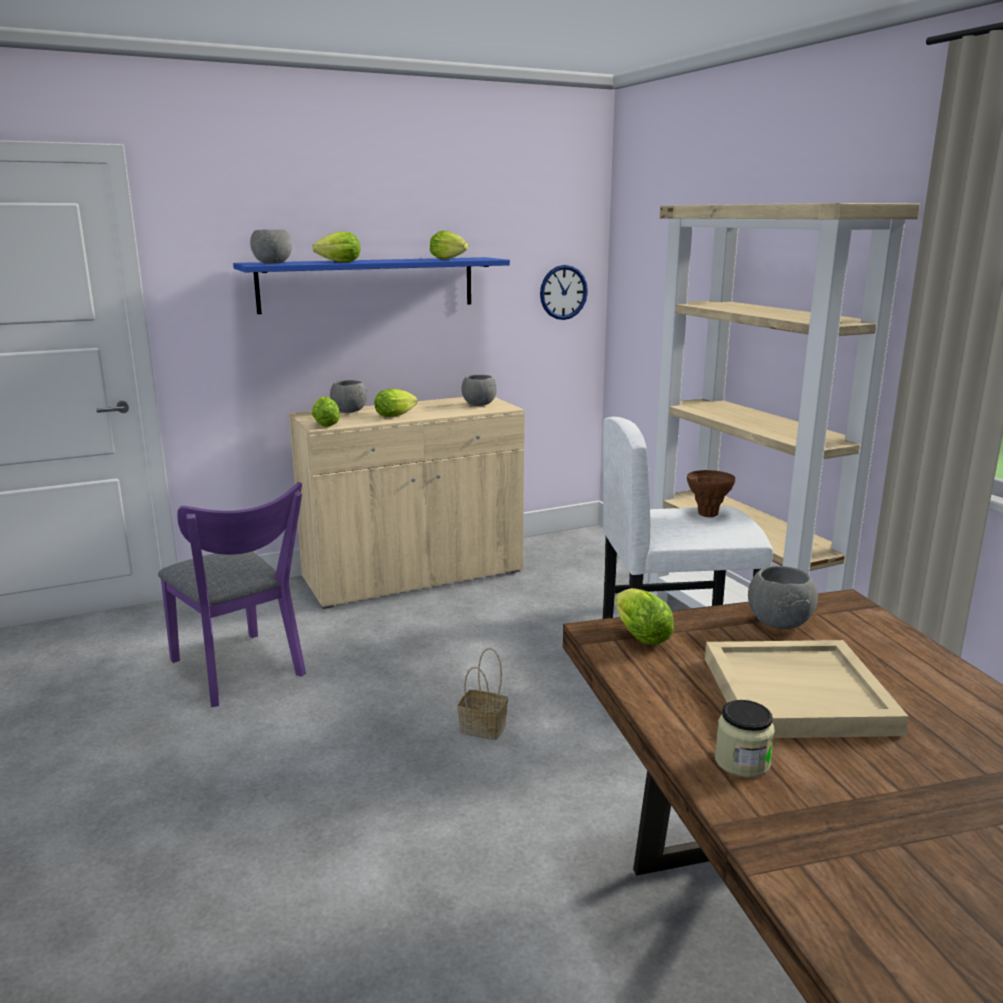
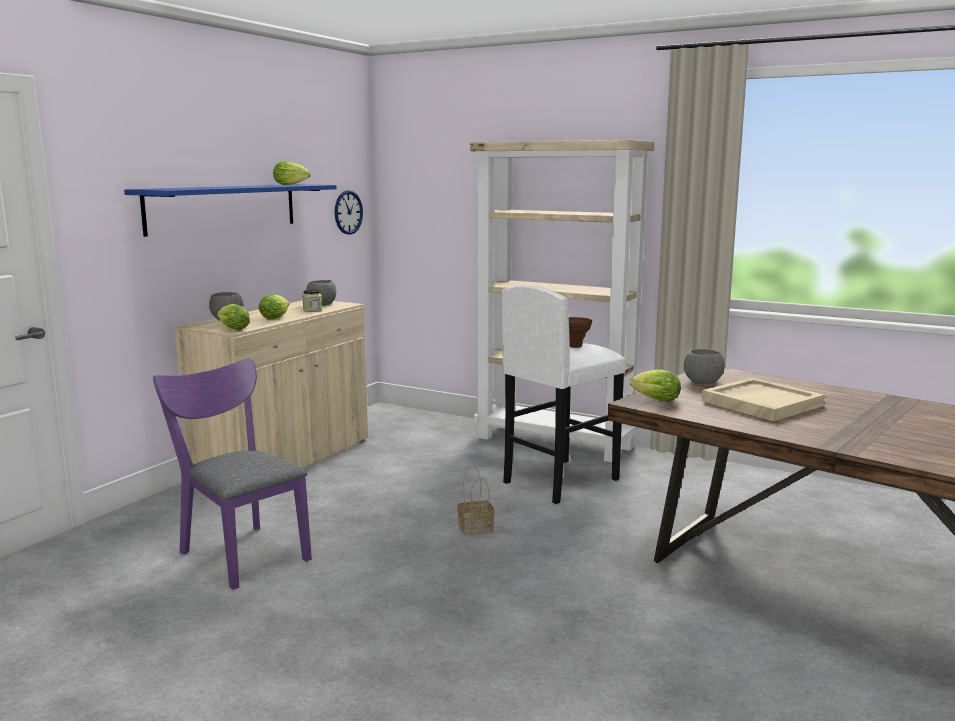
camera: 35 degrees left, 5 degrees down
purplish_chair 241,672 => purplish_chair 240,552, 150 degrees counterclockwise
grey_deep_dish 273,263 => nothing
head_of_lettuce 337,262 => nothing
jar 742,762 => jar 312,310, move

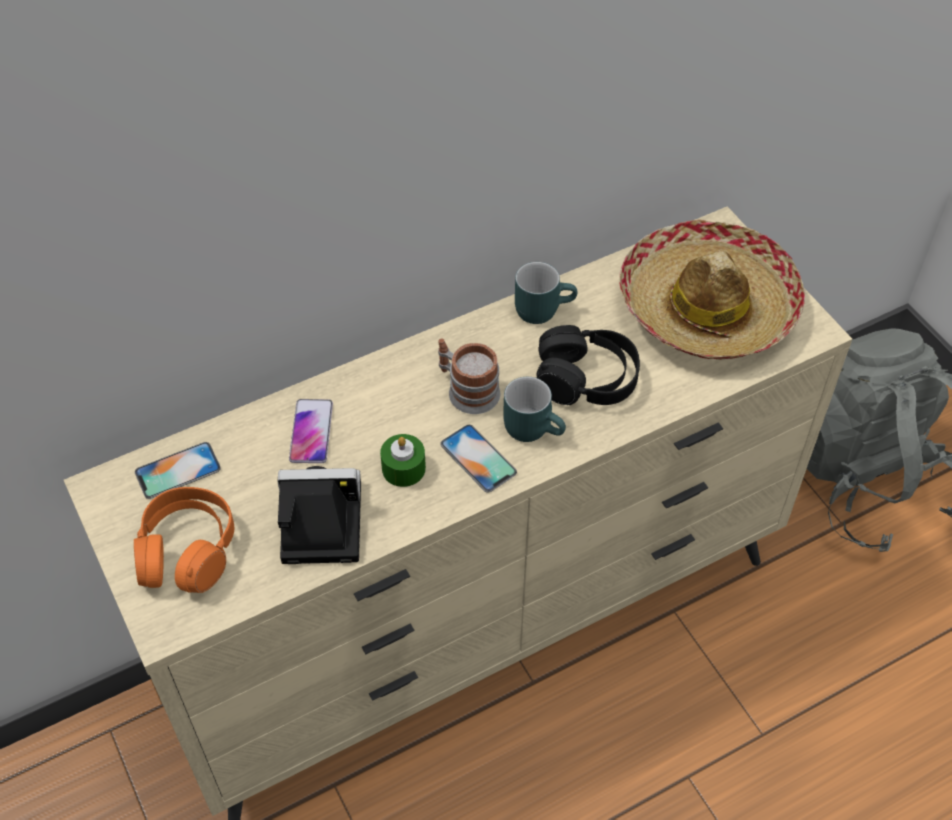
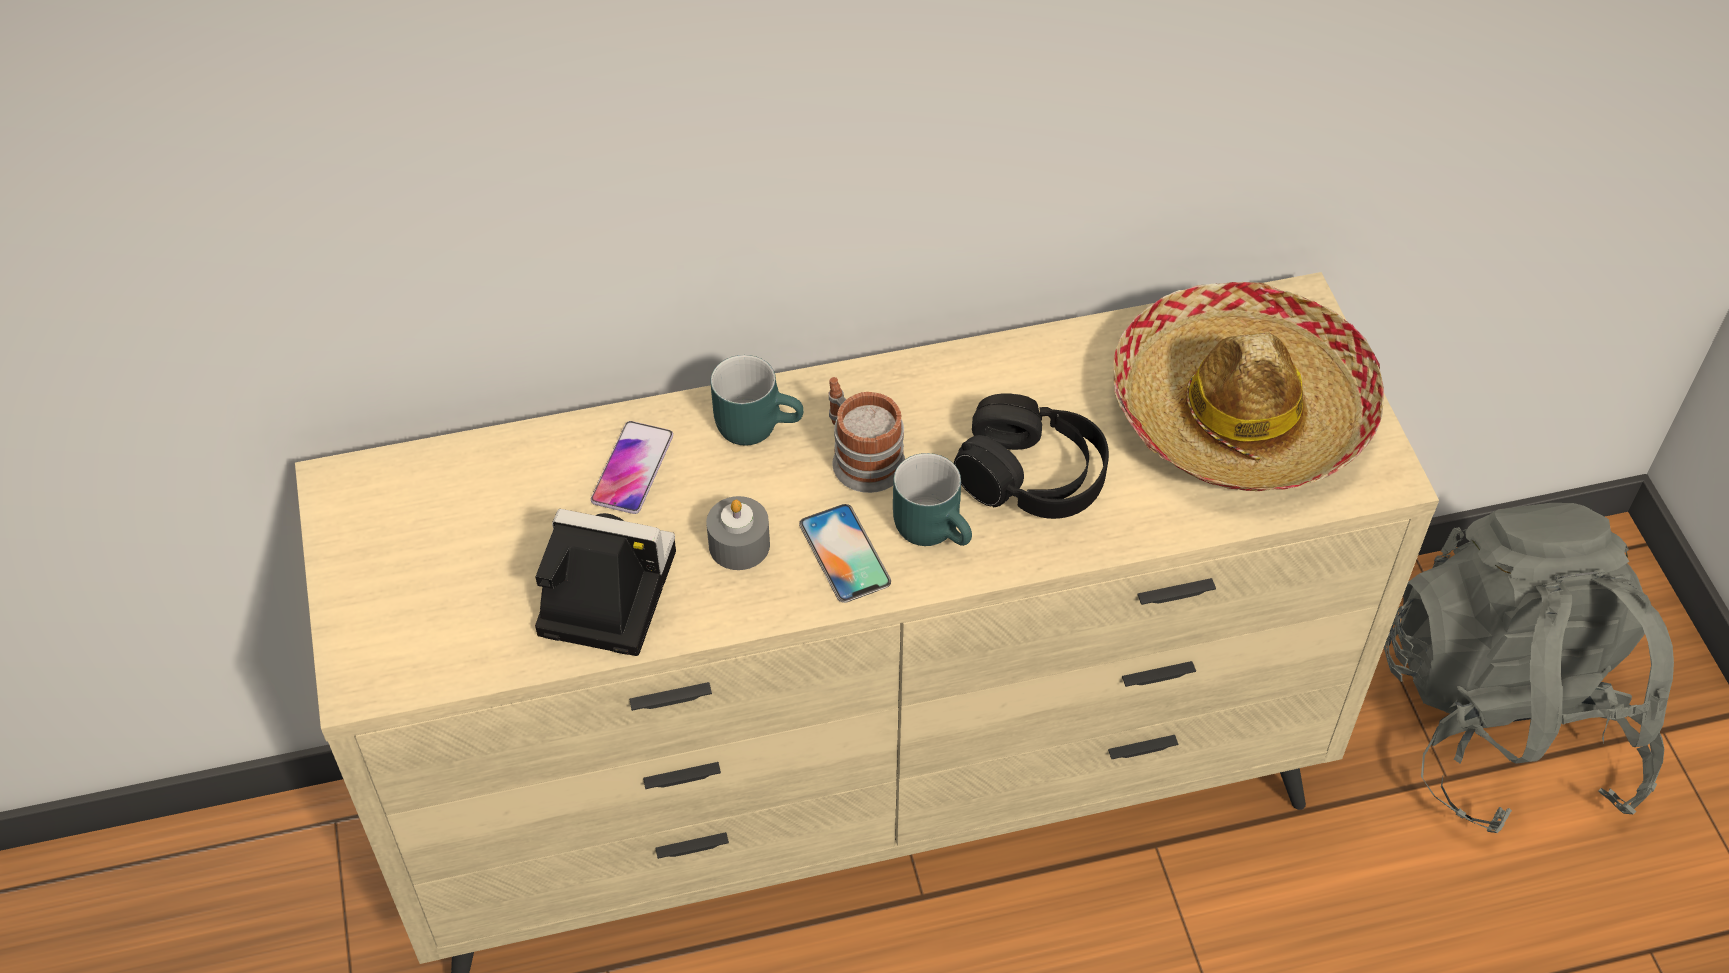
camera: 15 degrees right, 0 degrees up
orange_headset 187,551 => nothing
handset 178,470 => nothing
green_wax_light 403,468 => grey_wax_light 739,545
blue-green_tea_mug 542,307 => blue-green_tea_mug 758,423, move

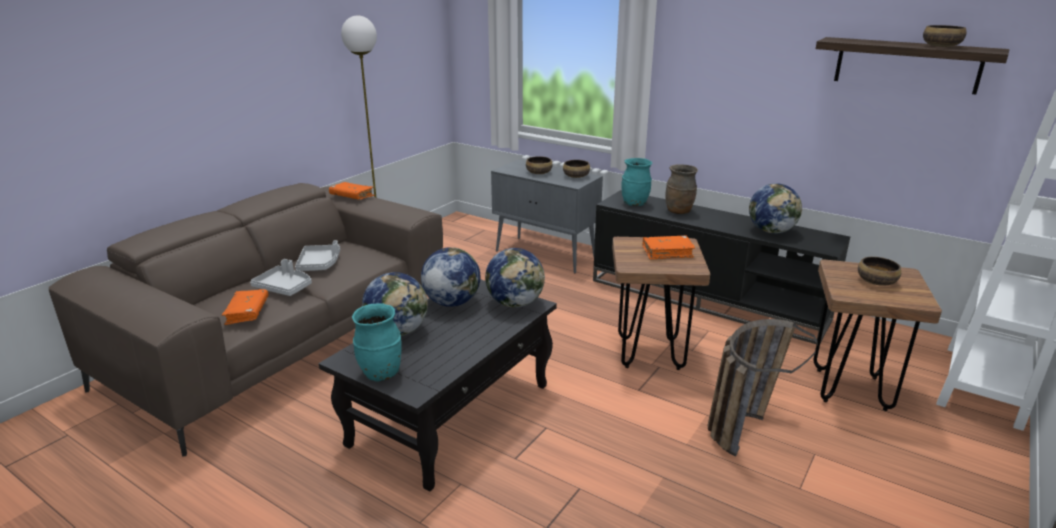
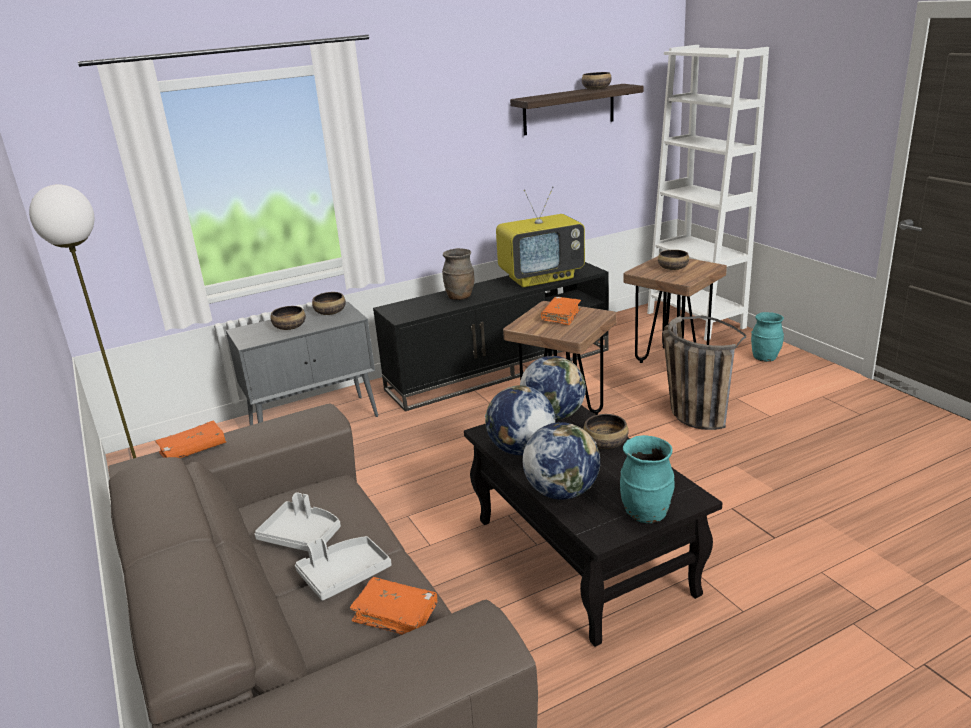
camera: 60 degrees left, 0 degrees up
blue-green_vase 635,204 => blue-green_vase 765,358, move
globe 771,231 => TV 541,277
nothing => deep_dish 606,443

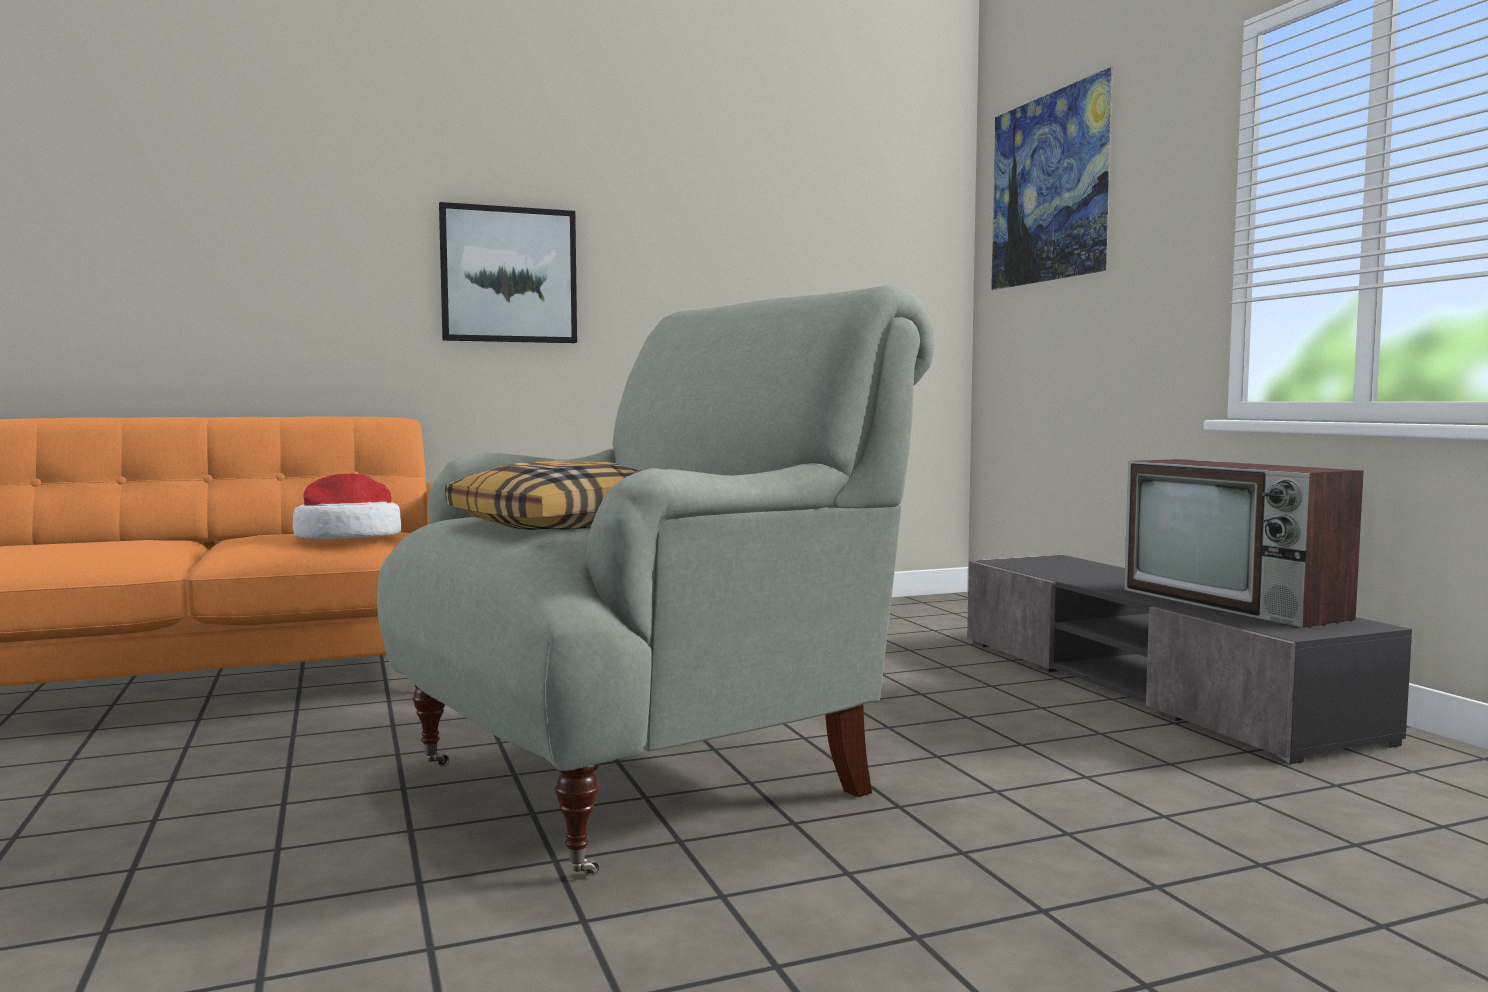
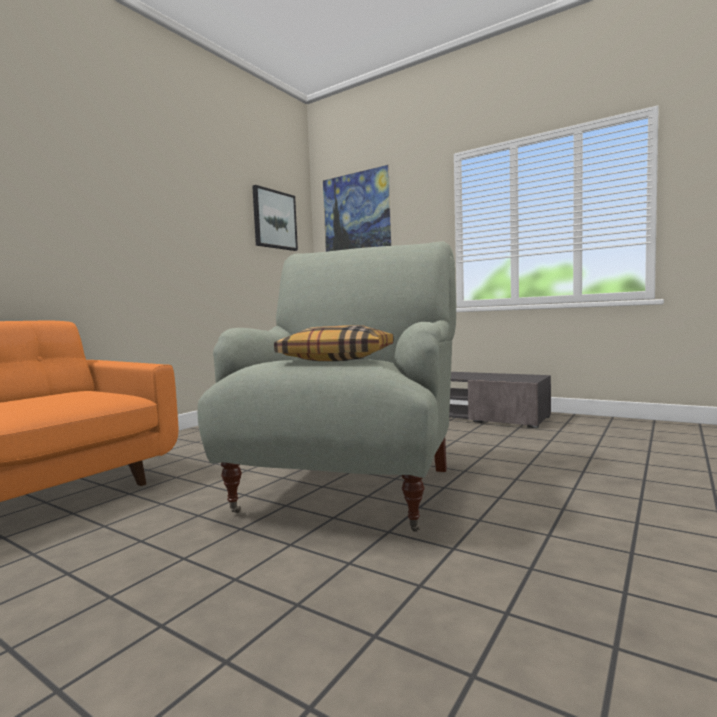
camera: 35 degrees left, 0 degrees up
wearable_hat 348,538 => nothing
wall_picture 508,275 => wall_picture 274,220, move
TV 1236,604 => nothing

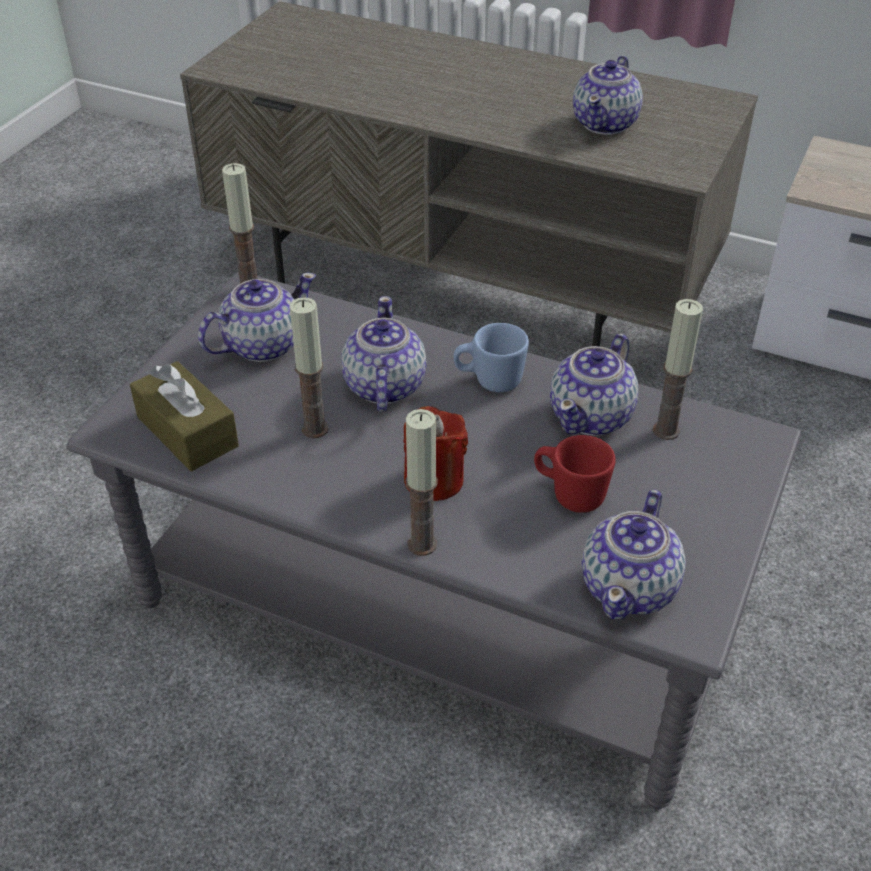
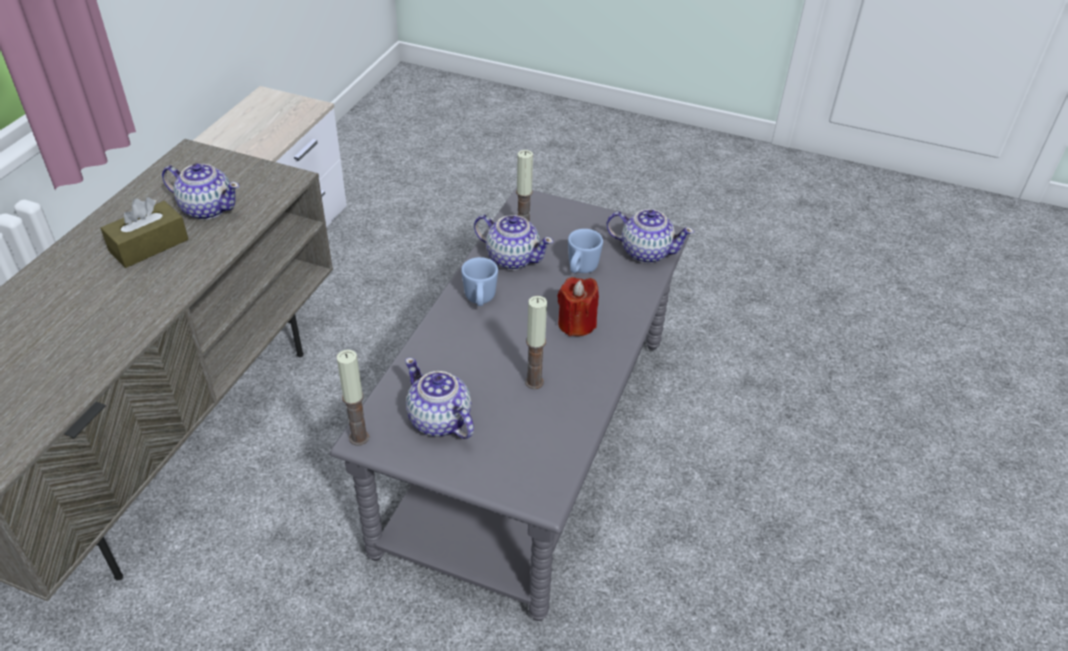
camera: 95 degrees left, 0 degrees up
brownish_tissue_box 187,432 => brownish_tissue_box 149,245, move
teapot 383,387 => nothing
wax_light 422,544 => nothing
reddish_tea_mug 569,494 => blue_tea_mug 580,269

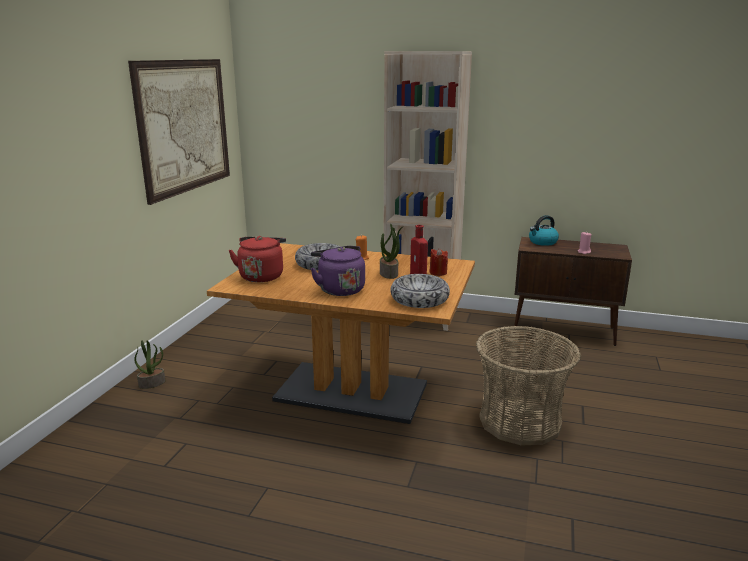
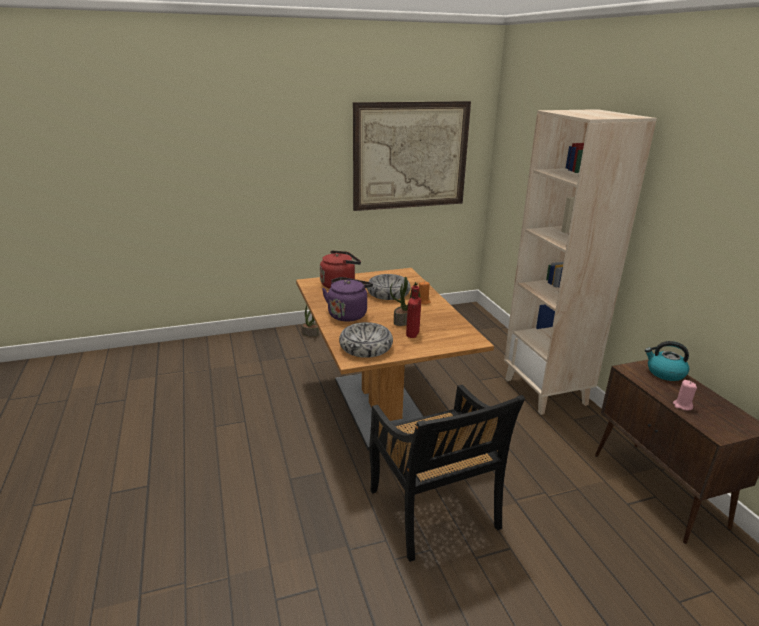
camera: 55 degrees right, 5 degrees up
reddish_wax_light 438,272 => nothing
household_basket 520,421 => black_chair 434,511

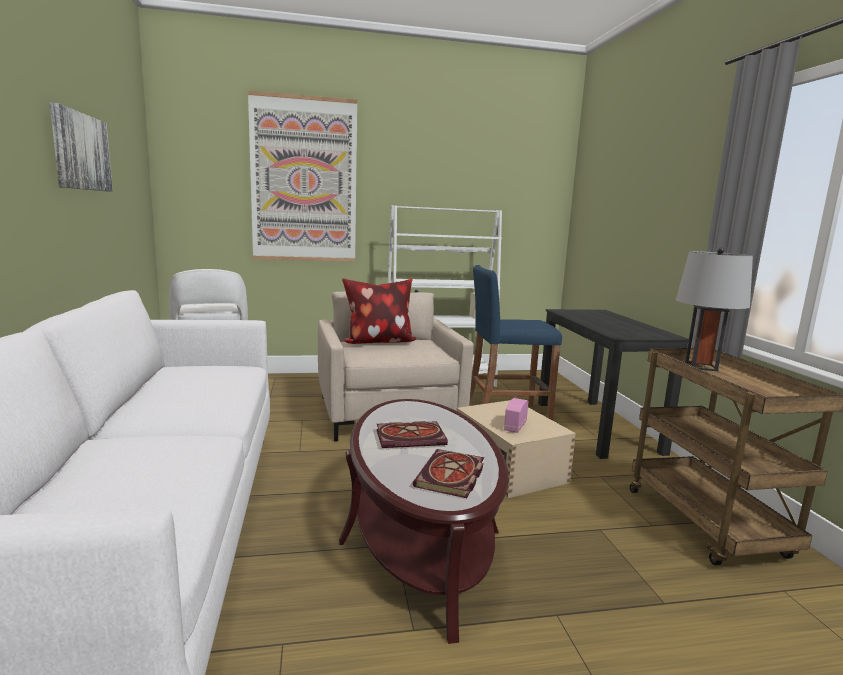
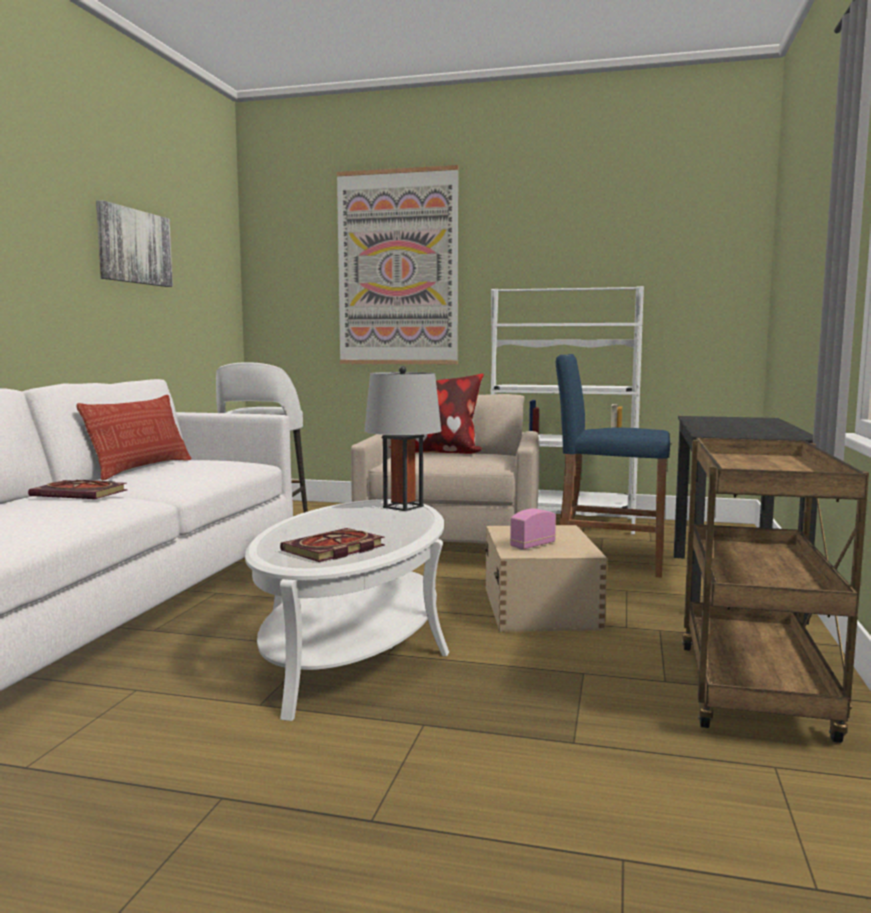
camera: 25 degrees right, 5 degrees down
brownish_low_table 420,536 => white_low_table 354,645
book 412,437 => book 82,494, move
grey_table_lamp 700,366 => grey_table_lamp 403,506, move
nothing => cushion 141,469

